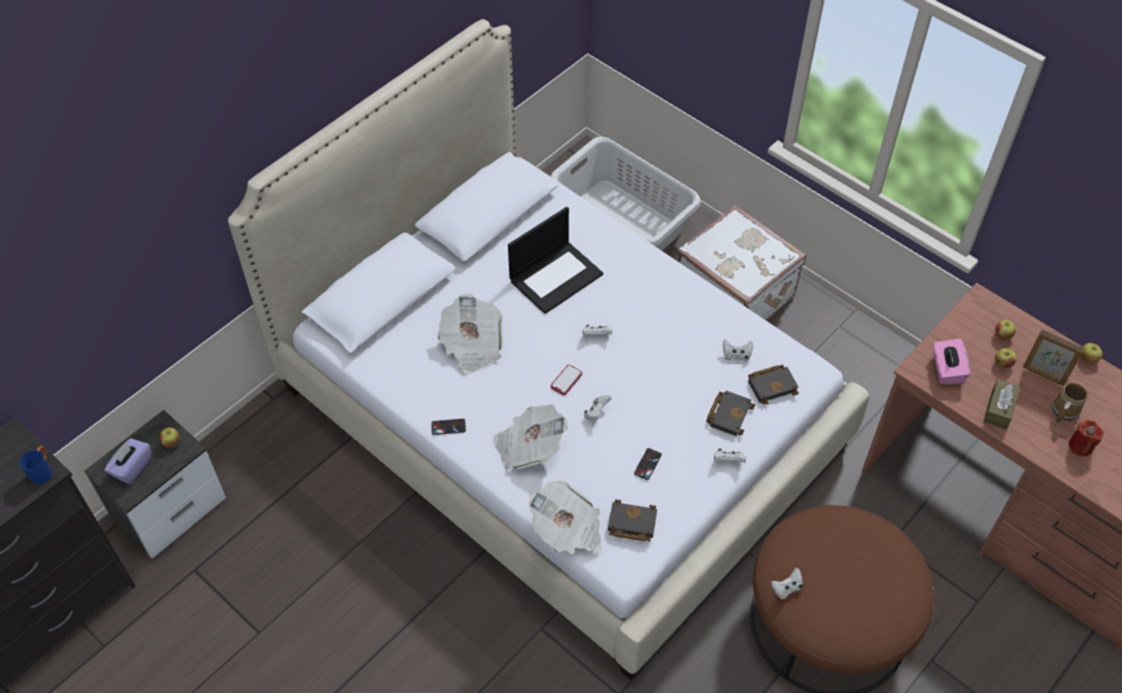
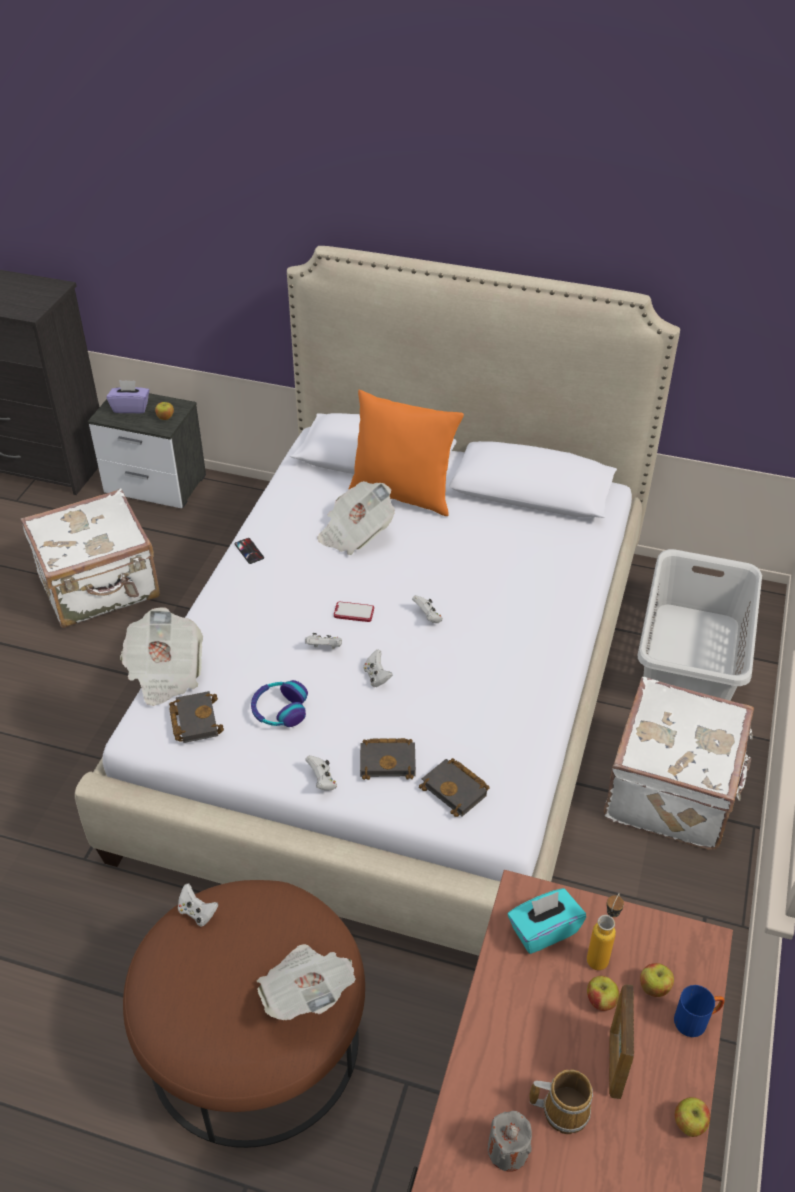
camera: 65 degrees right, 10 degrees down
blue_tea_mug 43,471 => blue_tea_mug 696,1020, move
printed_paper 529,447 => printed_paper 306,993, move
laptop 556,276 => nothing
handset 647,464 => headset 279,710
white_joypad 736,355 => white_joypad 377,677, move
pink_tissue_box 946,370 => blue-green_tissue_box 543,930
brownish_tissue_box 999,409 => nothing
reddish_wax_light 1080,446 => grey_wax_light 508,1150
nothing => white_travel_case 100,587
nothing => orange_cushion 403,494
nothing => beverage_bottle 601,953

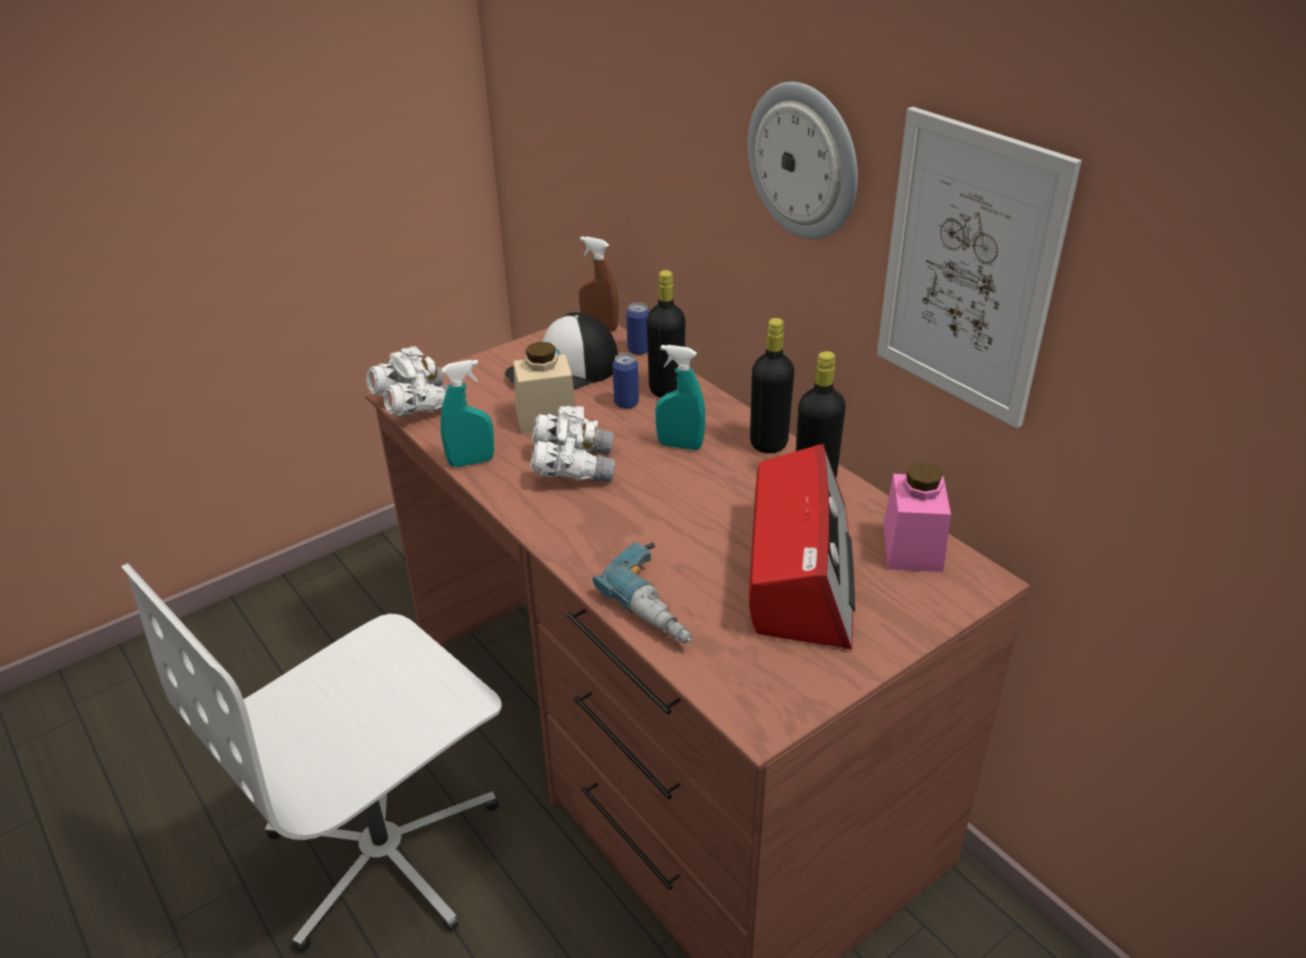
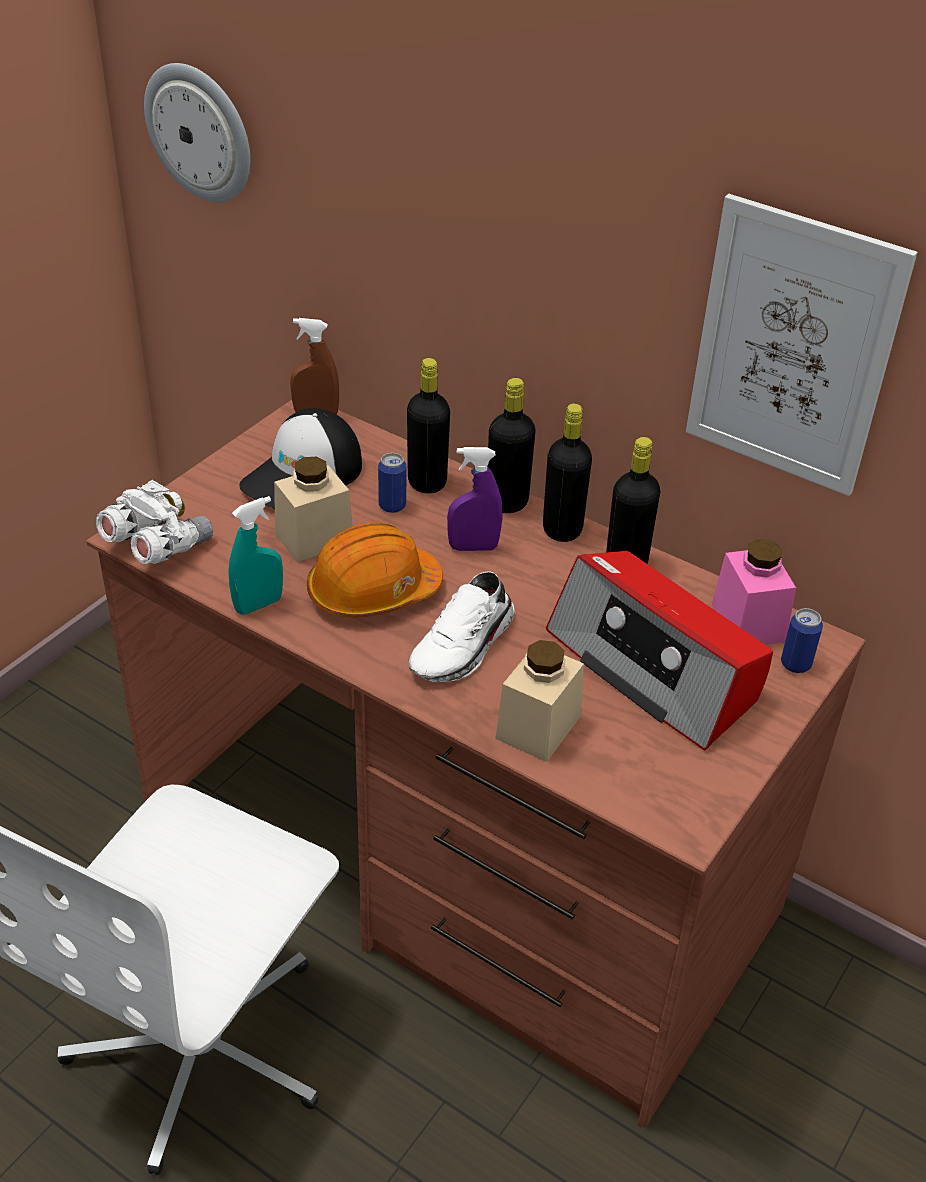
camera: 20 degrees left, 5 degrees up
white_binoculars 573,467 => orange_safety_helmet 373,592
electric_drill 661,603 => beige_jar 538,727
sealed_can 638,350 => sealed_can 795,664, move
blue-green_hand_sprayer 680,445 => purplish_hand_sprayer 473,547
wall_clock 804,161 => wall_clock 200,132, move
radio 800,571 => radio 655,667, 150 degrees clockwise
nothing => white_low_shoe 464,647
nothing => black_beverage_bottle 507,503

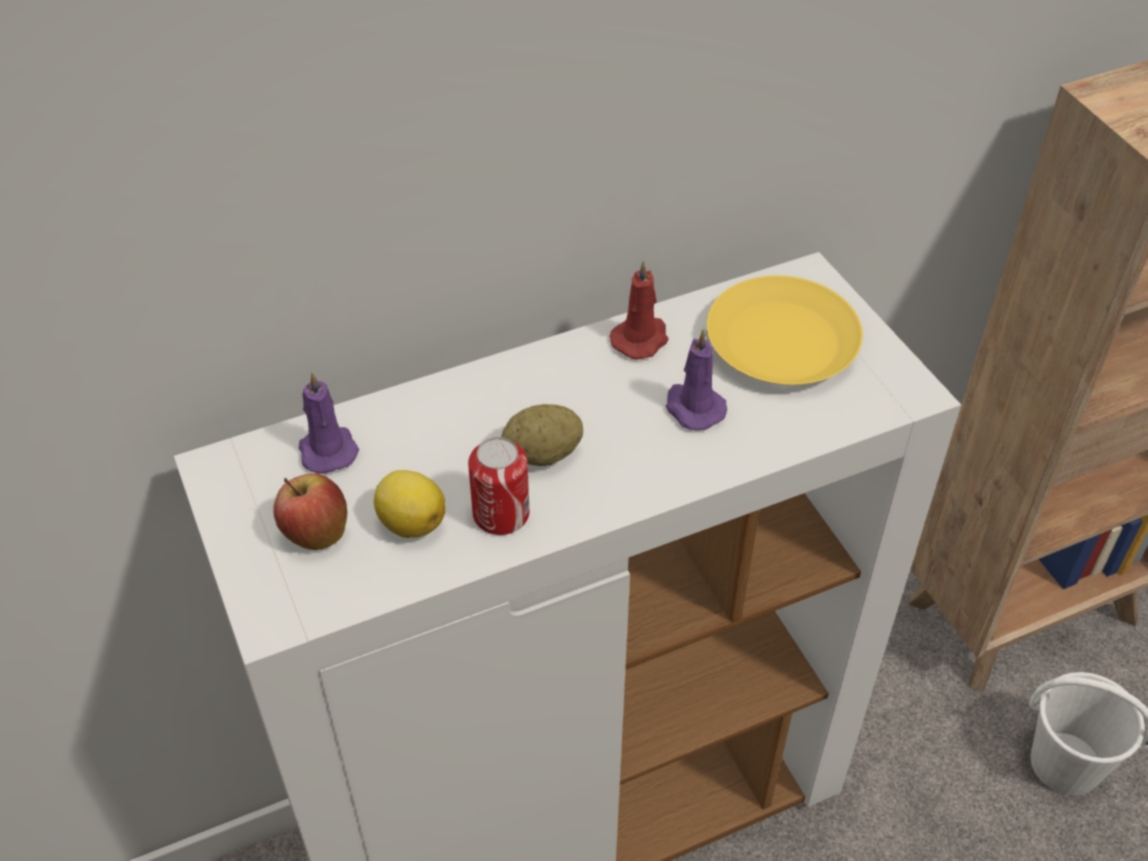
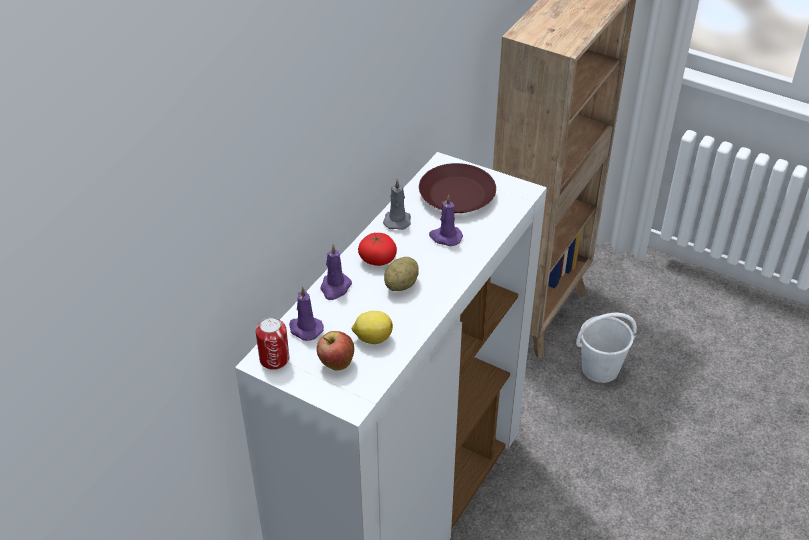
camera: 35 degrees left, 5 degrees down
sealed_can 501,514 => sealed_can 274,359, move
reddish_wax_light 641,338 => grey_wax_light 397,220
yellow_plate 780,342 => brownish_plate 456,195
nothing => purplish_wax_light 335,288
nothing => tomato 377,259

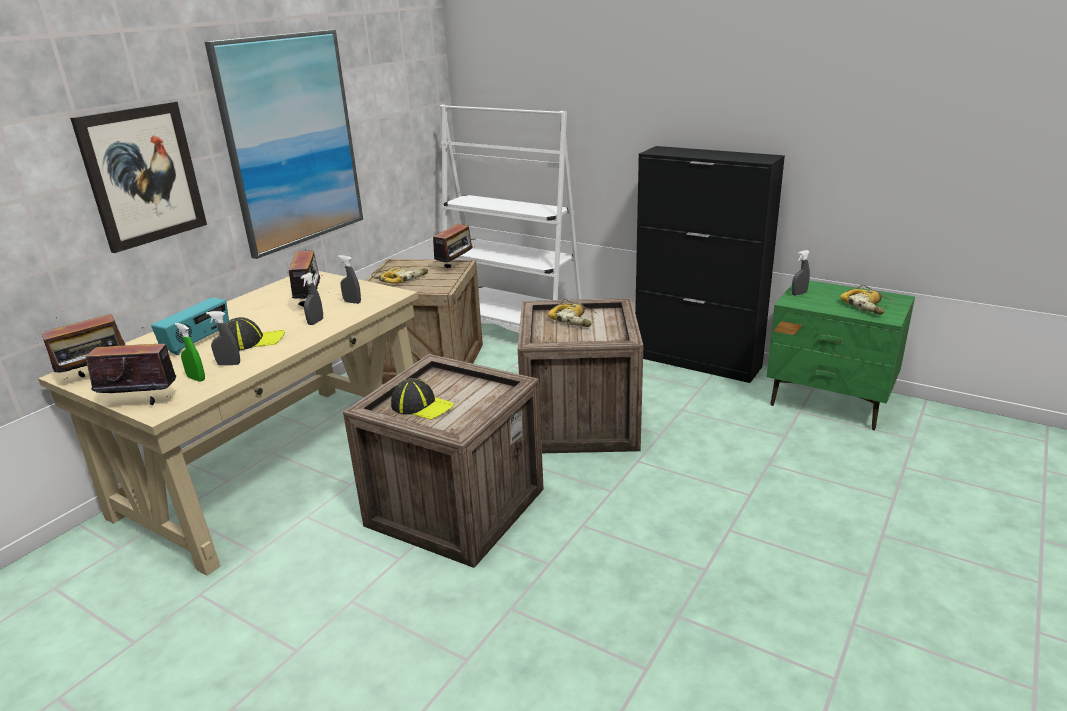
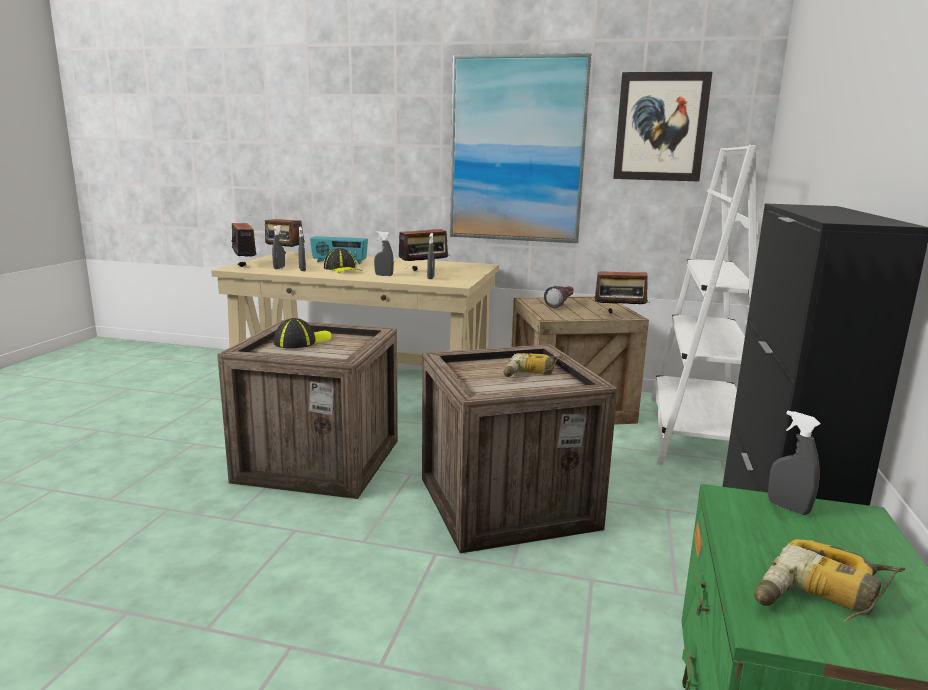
camera: 70 degrees right, 10 degrees down
wall_picture 142,175 => wall_picture 660,127, move
green_hand_sprayer 196,378 => grey_hand_sprayer 279,268
electric_drill 401,279 => flashlight 561,304
cap 422,406 => cap 302,341, 150 degrees counterclockwise

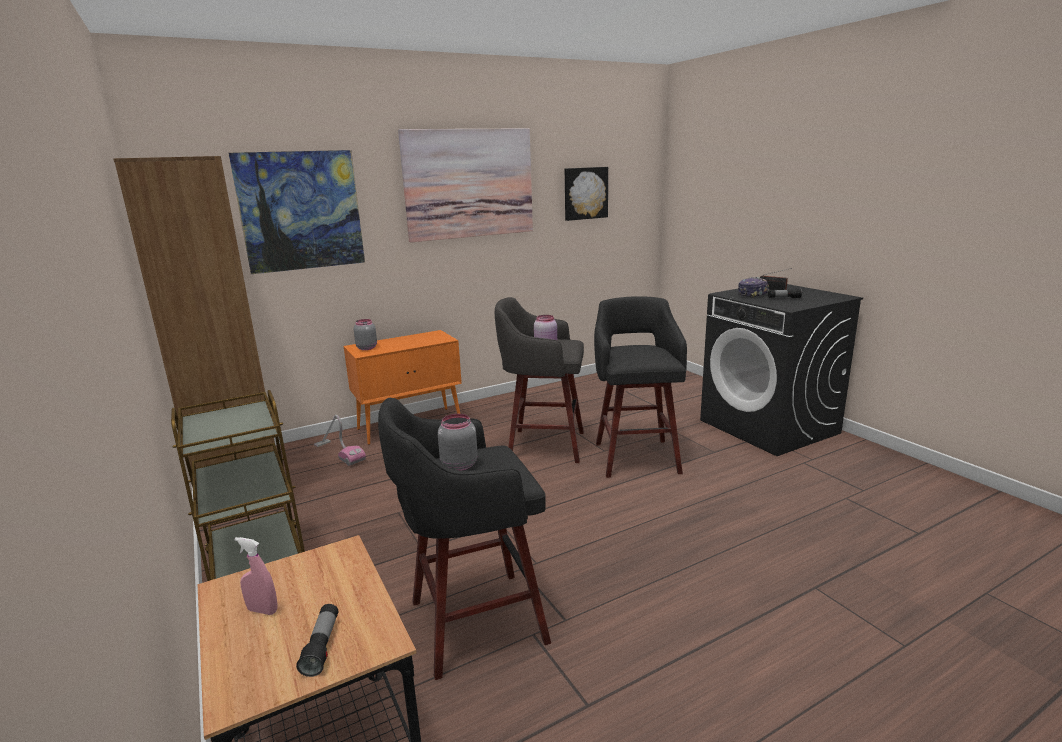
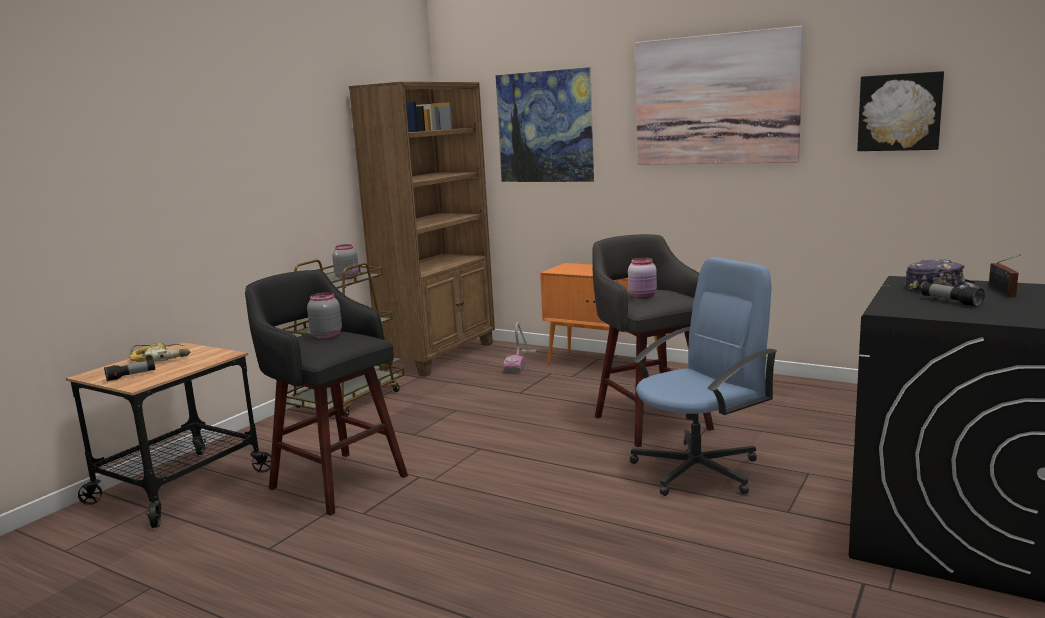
camera: 60 degrees right, 5 degrees down
pink_hand_sprayer 262,610 => electric_drill 161,358
grey_jar 367,348 => grey_jar 348,277, move
black_stool 636,456 => blue_office_chair 698,470

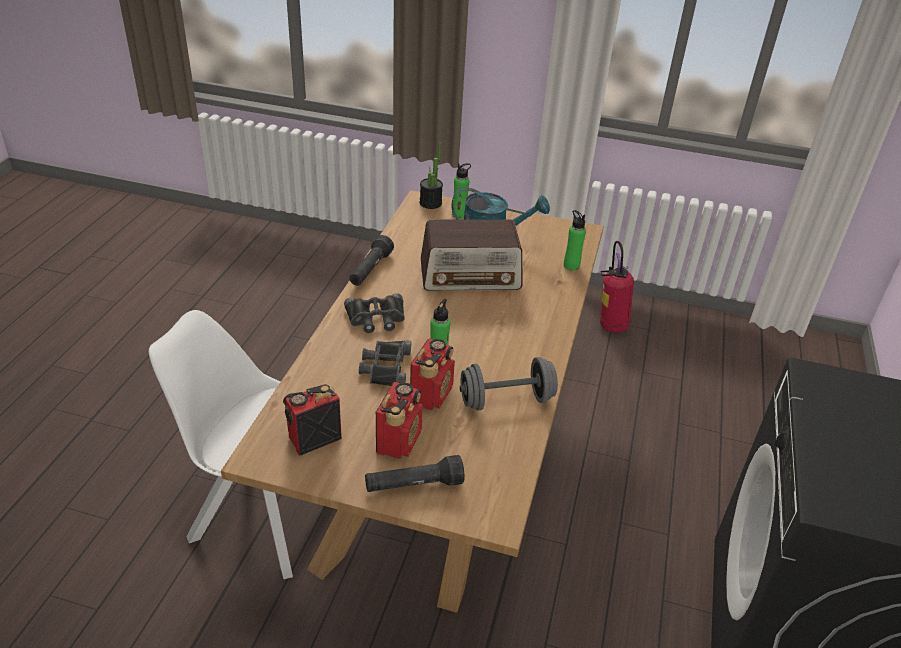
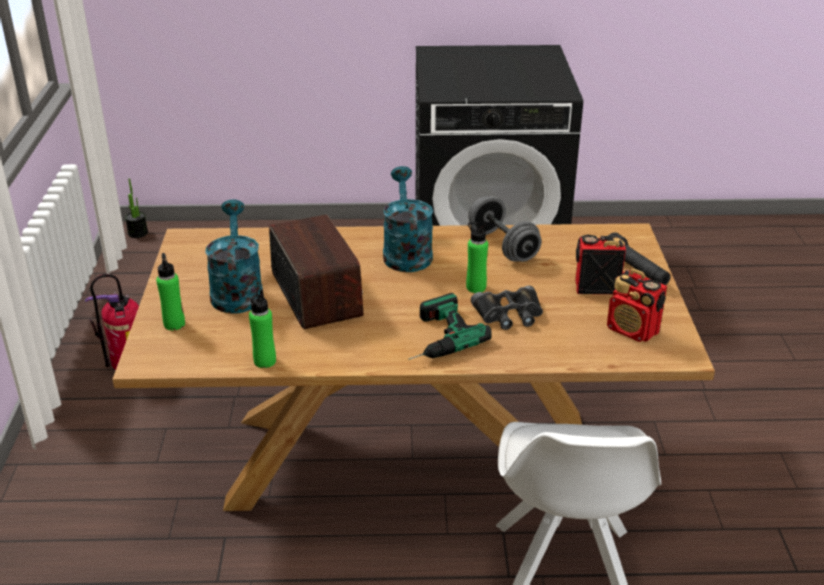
camera: 105 degrees left, 5 degrees down
black_binoculars 376,318 => electric_drill 434,337
black_flashlight 370,270 => nothing
radio 431,394 => nothing
houseplant 430,203 => houseplant 138,233, move
green_beverage_bottle 571,265 => green_beverage_bottle 264,361, move
nothing => blue-green_watering_can 406,252

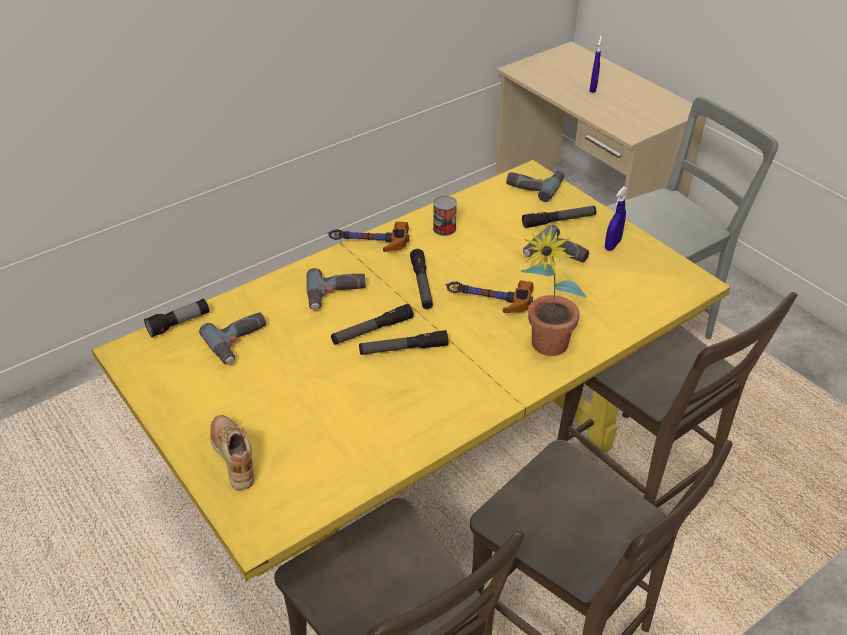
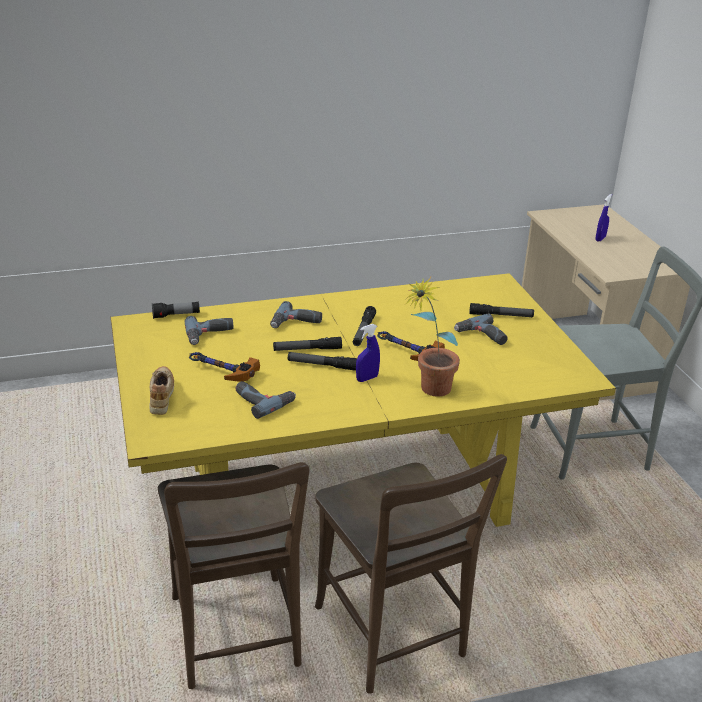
camera: 20 degrees right, 10 degrees down
hammer 368,245 => hammer 220,372, move
sealed_can 444,229 => nothing
electric_drill 535,185 => electric_drill 263,400, move
brownish_chair 638,480 => nothing
blue_hand_sprayer 612,245 => blue_hand_sprayer 367,378, move

